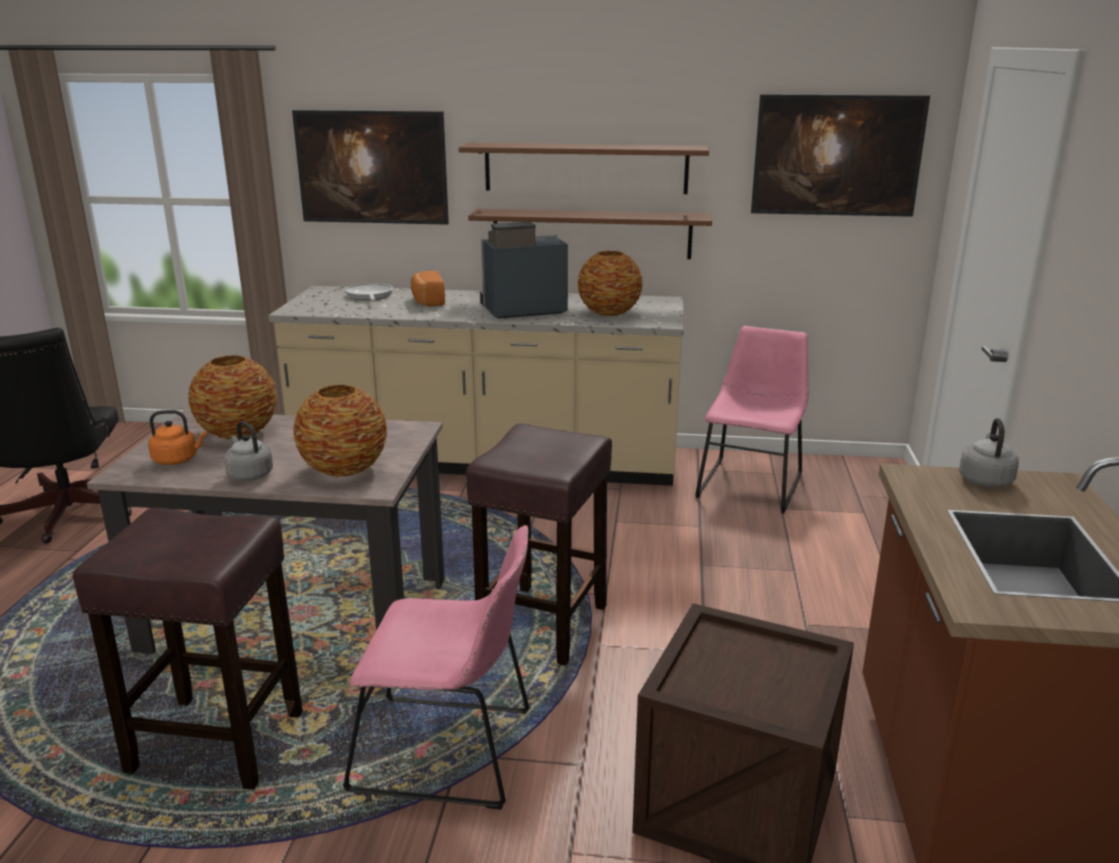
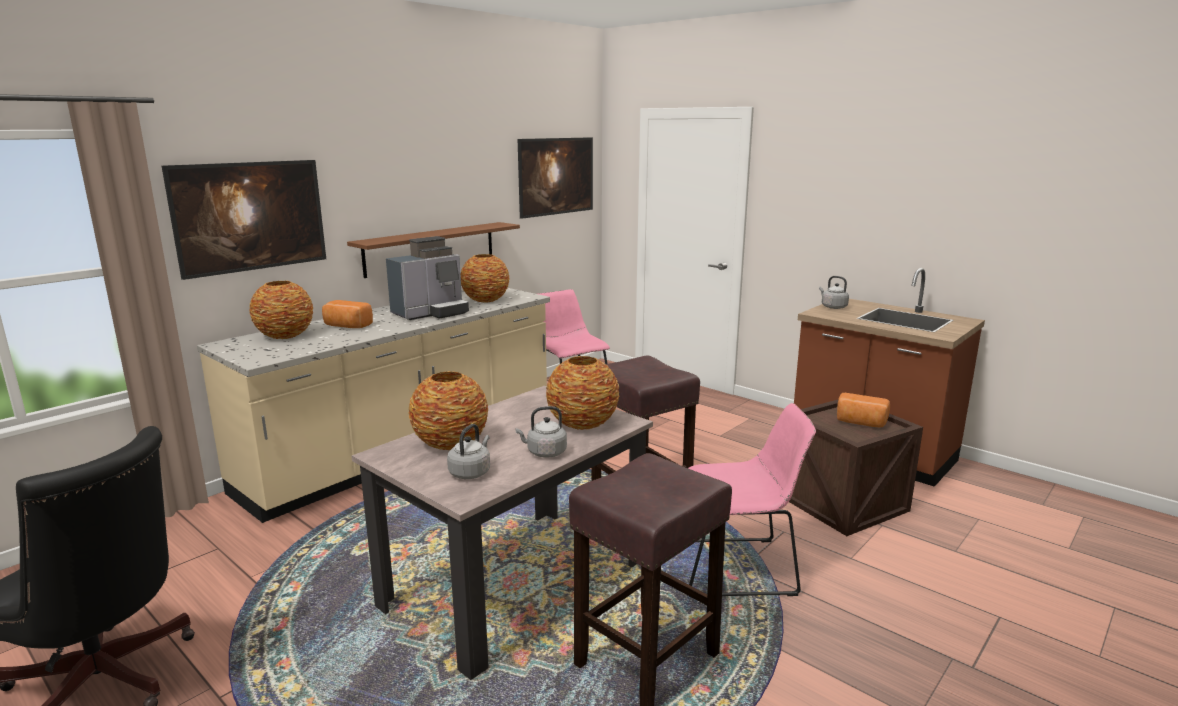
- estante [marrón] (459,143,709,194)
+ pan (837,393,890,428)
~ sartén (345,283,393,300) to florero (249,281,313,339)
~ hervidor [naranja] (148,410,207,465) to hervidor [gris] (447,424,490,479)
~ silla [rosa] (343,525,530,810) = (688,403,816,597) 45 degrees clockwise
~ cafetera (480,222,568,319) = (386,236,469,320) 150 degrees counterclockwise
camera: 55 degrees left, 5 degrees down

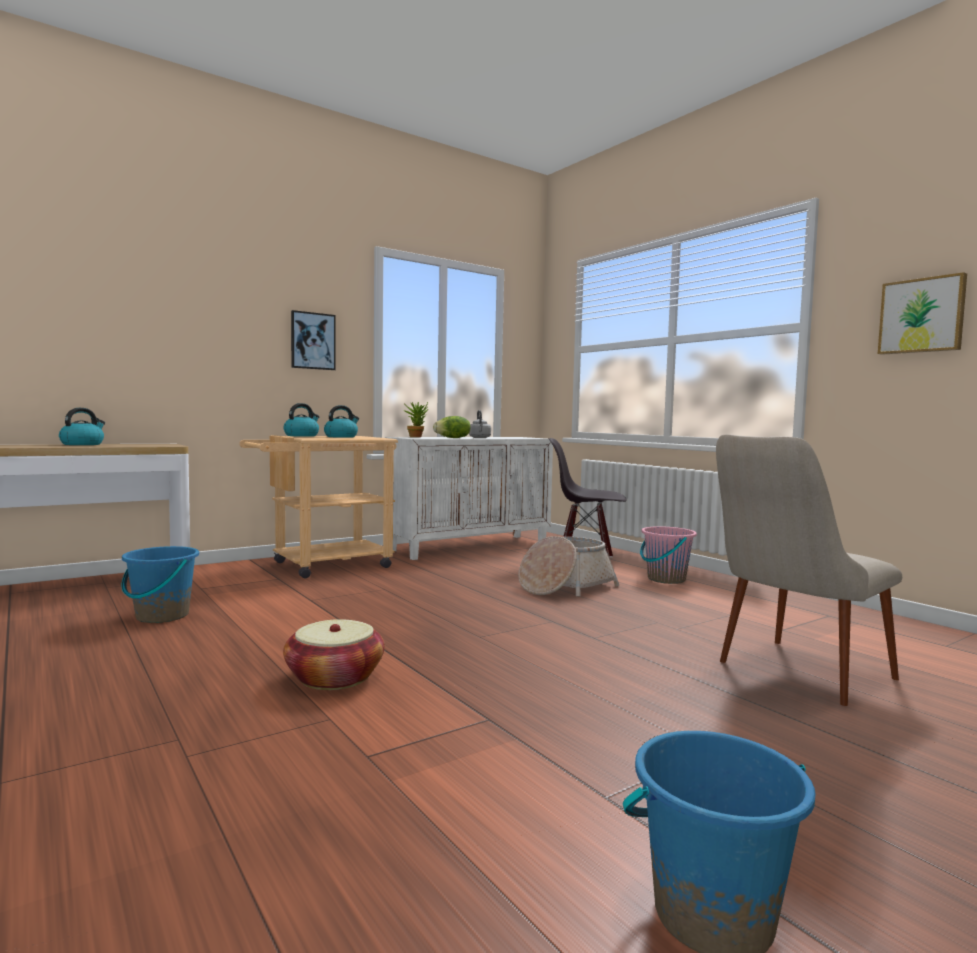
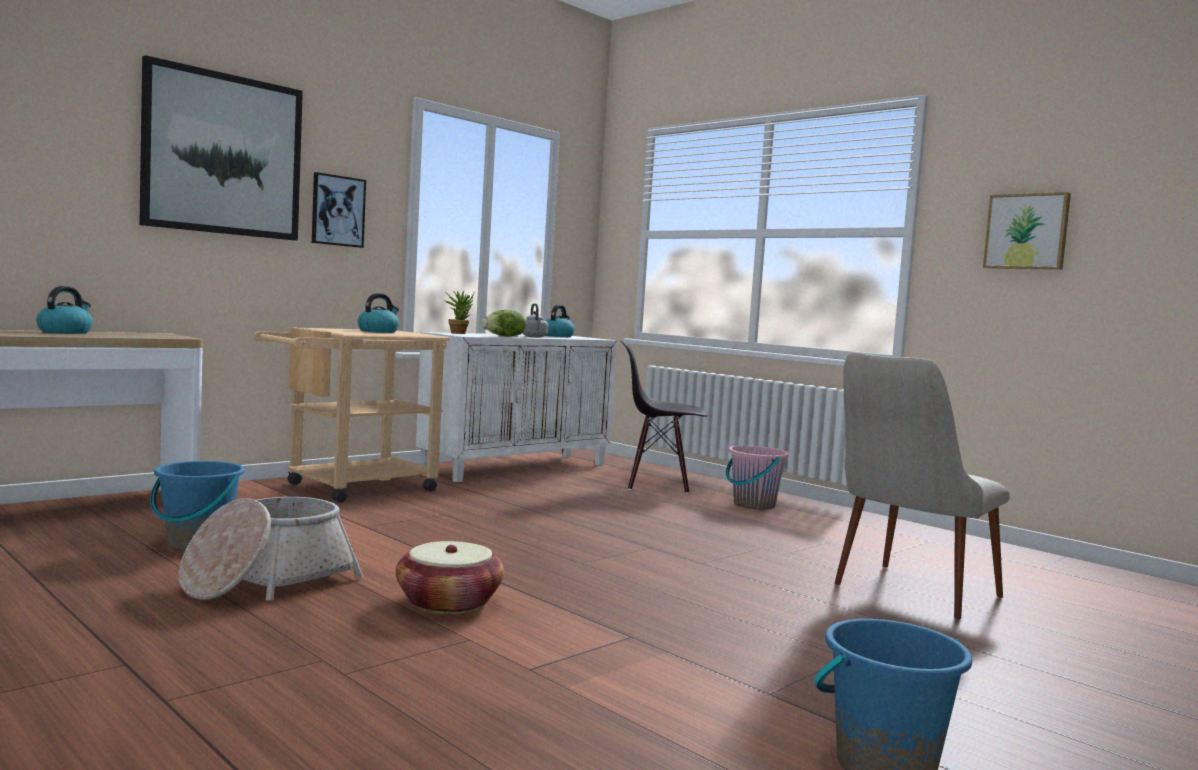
+ cuadro (139,55,303,241)
~ hervidor (283,403,319,437) to (546,305,575,337)
~ cesta (518,536,619,597) to (178,497,363,601)
camera: 10 degrees left, 0 degrees up

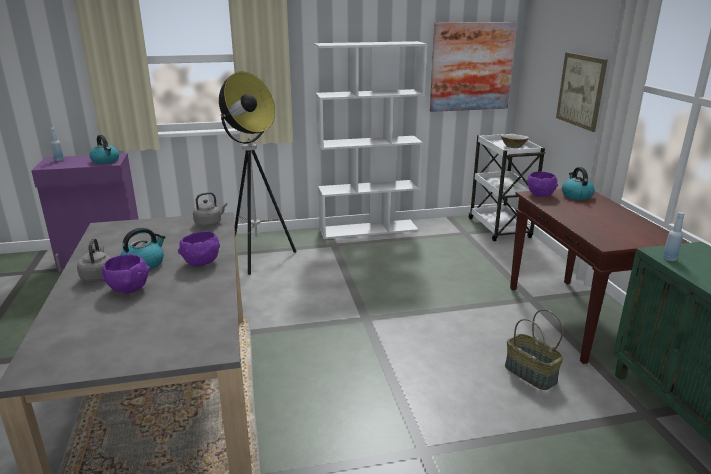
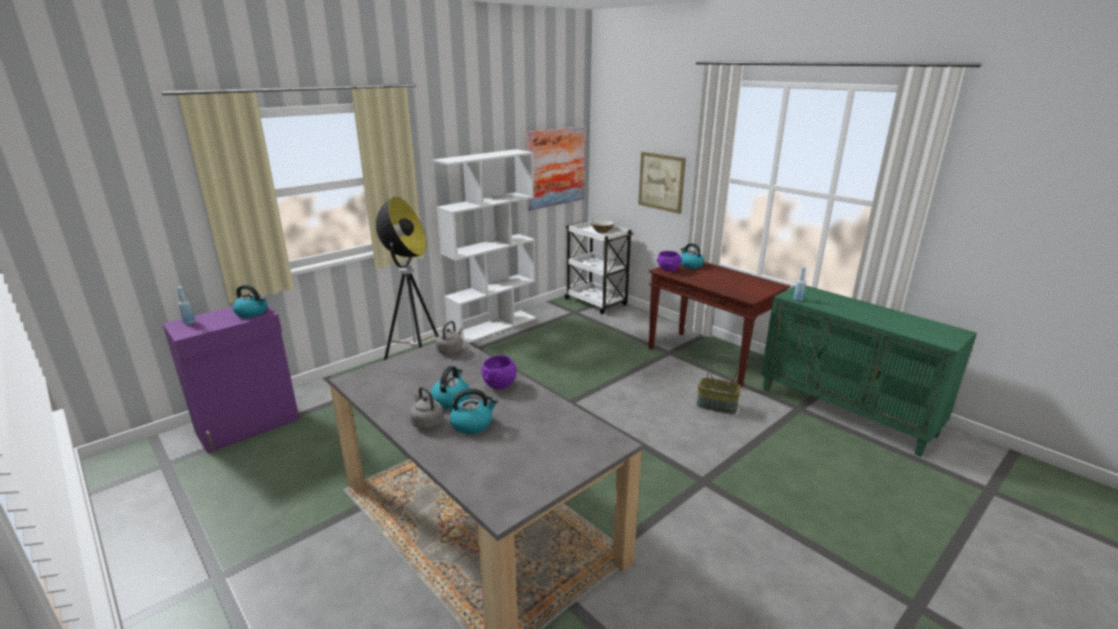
~ cuenco [morado] (101,254,150,294) to hervidor (450,389,498,434)
camera: 30 degrees left, 0 degrees up

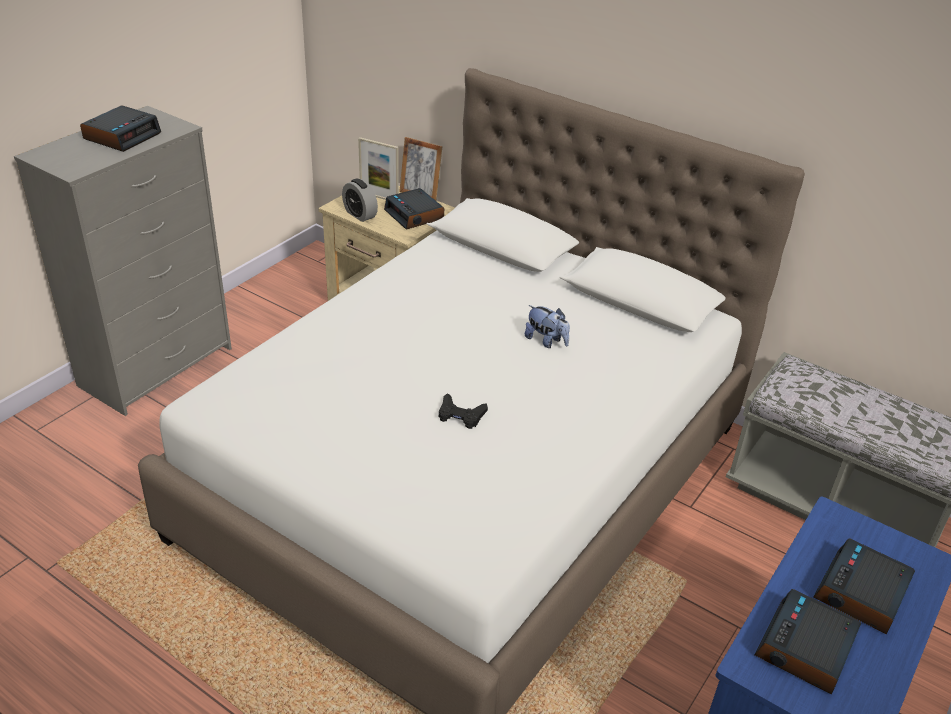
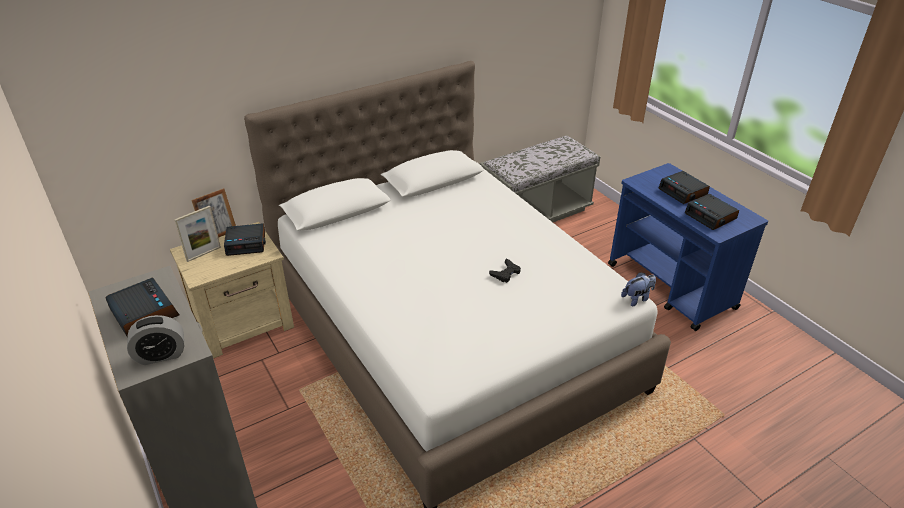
~ despertador (342,178,378,222) to (127,315,184,365)
~ peluche (525,305,570,348) to (621,272,656,306)
camera: 65 degrees left, 0 degrees up

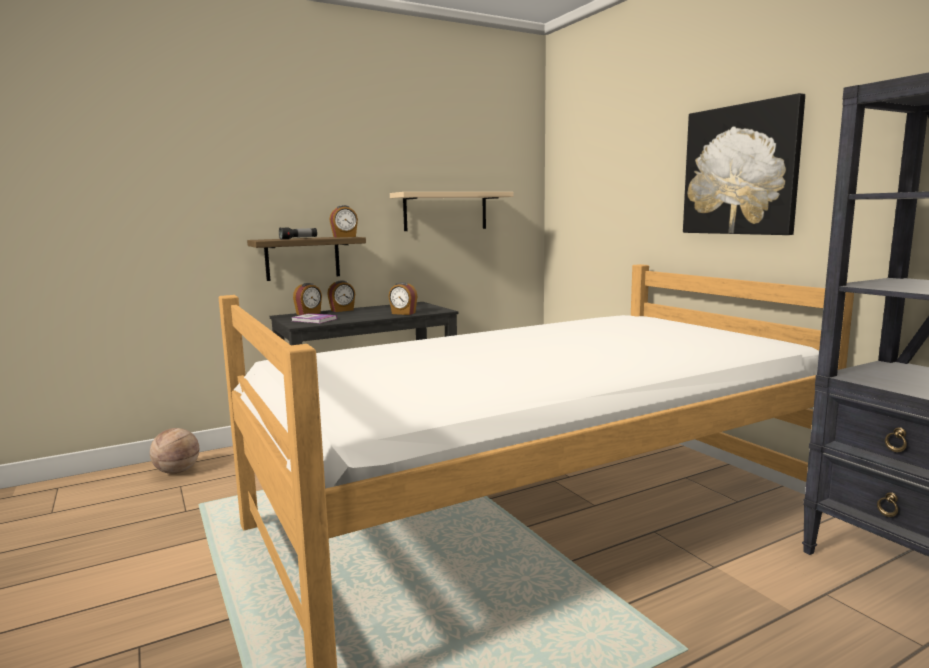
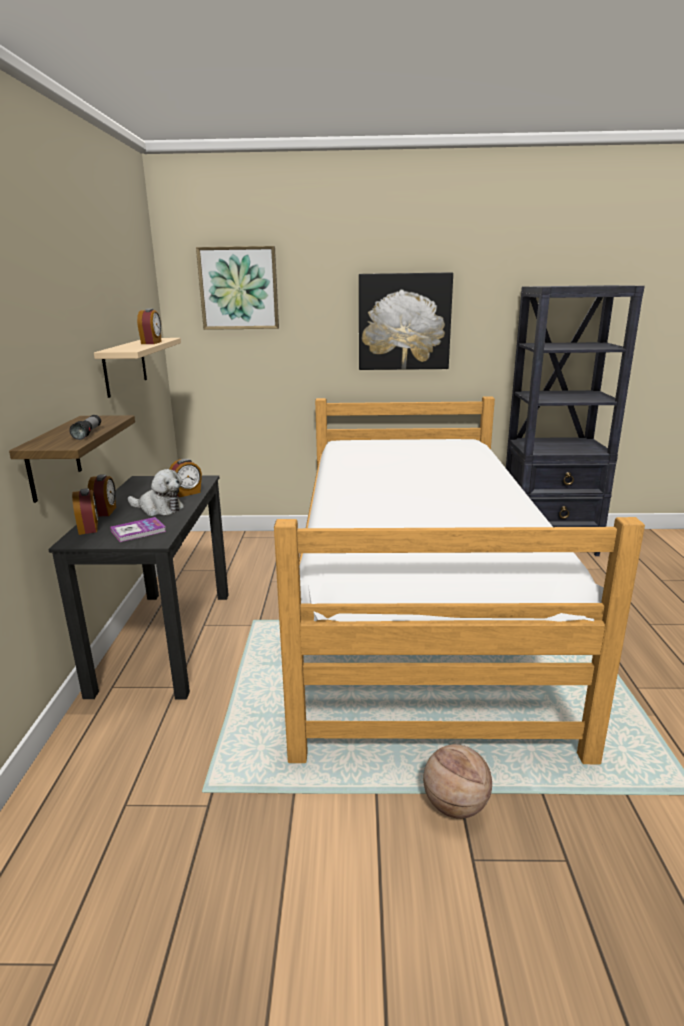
+ peluche (128,469,184,516)
+ cuadro (196,246,279,330)
~ balón de baloncesto (150,428,199,474) to (423,744,492,819)
~ despertador (330,205,358,237) to (137,308,161,344)
camera: 60 degrees left, 10 degrees up

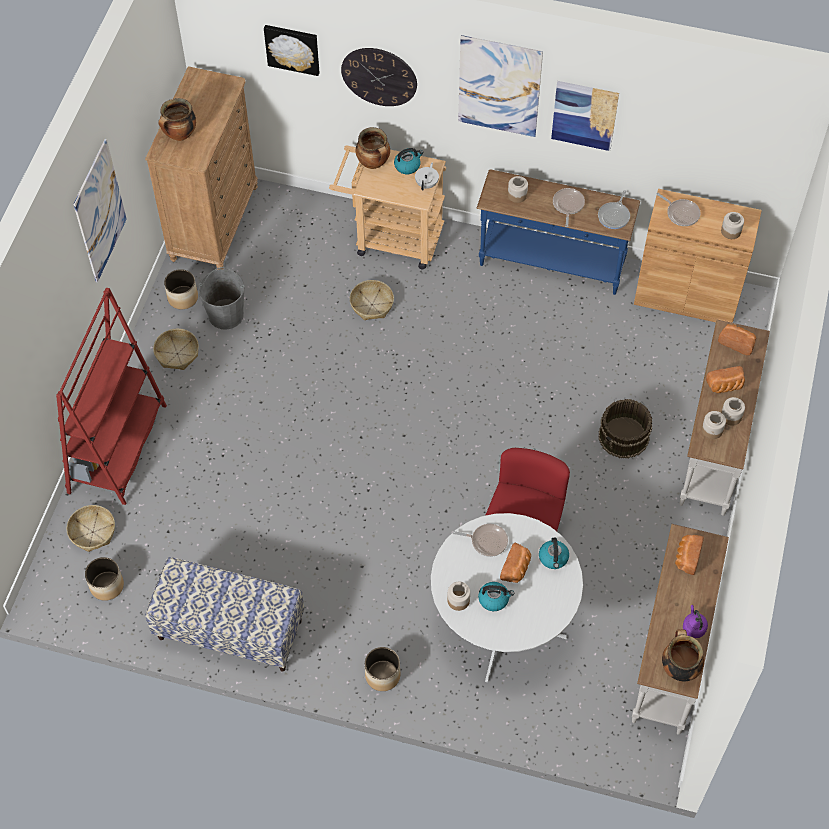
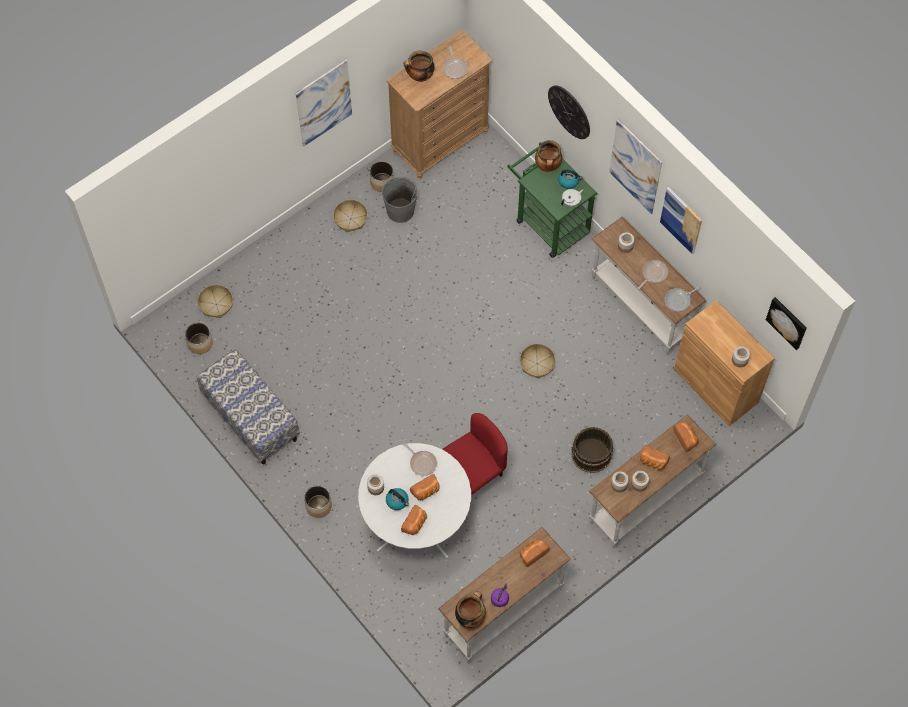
- estantería [rojo] (56,288,167,505)
- hervidor (539,538,569,569)
+ pan (401,505,427,535)
~ cuadro (264,25,319,76) to (766,297,807,350)
~ cesta (350,280,394,320) to (520,344,556,379)
~ sartén (656,193,701,226) to (443,46,468,79)
~ carrito [beis] (329,145,446,269) to carrito [verde] (507,142,597,258)
~ mesa consola [azul] (476,169,640,295) to mesa consola [blanco] (591,217,706,355)
camera: 35 degrees right, 5 degrees up

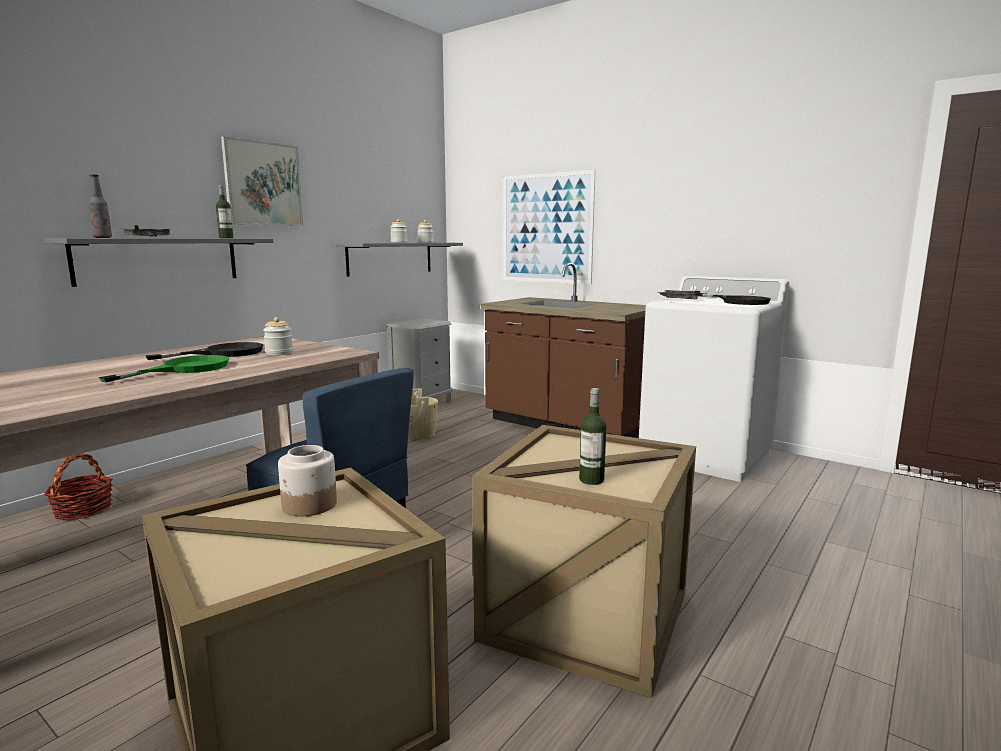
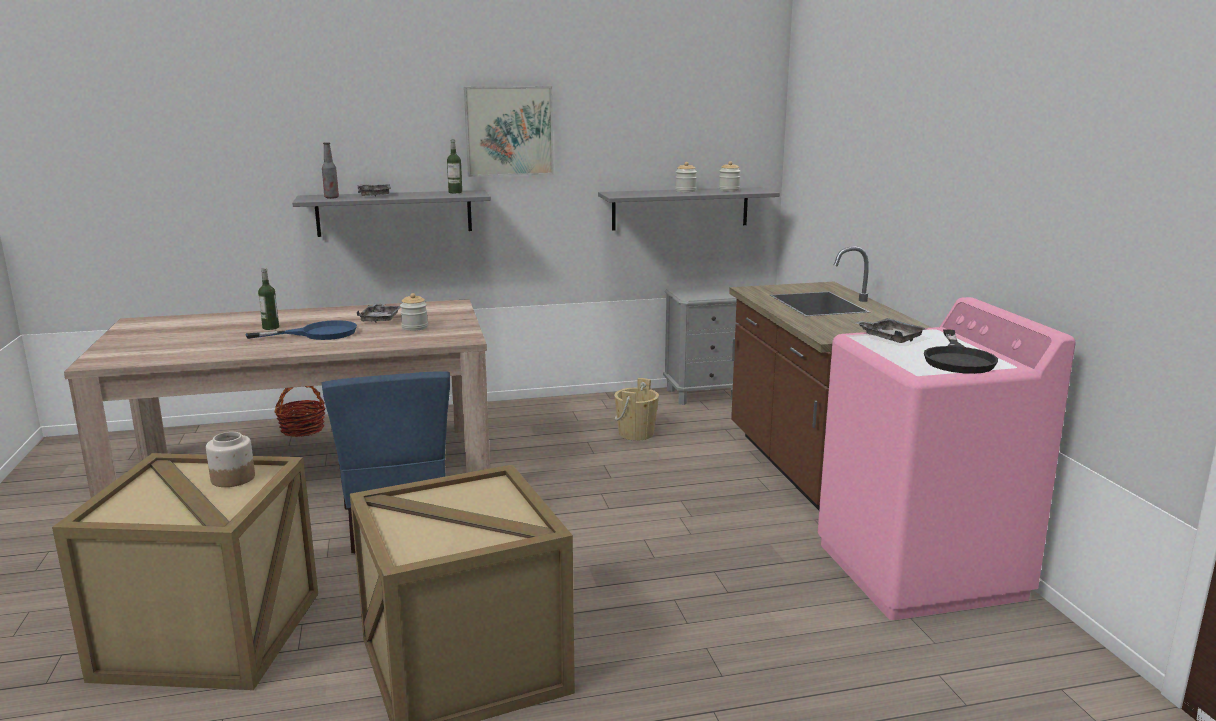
- cuadro (503,170,595,284)
~ botella (579,388,607,485) to (258,268,279,330)
~ sartén [negro] (146,342,263,360) to bandeja [gris] (356,304,400,323)
~ sartén [verde] (99,355,229,382) to sartén [azul] (245,320,357,340)
~ lavadora [blanco] (639,276,789,482) to lavadora [rosa] (818,297,1075,620)
camera: 40 degrees right, 5 degrees up

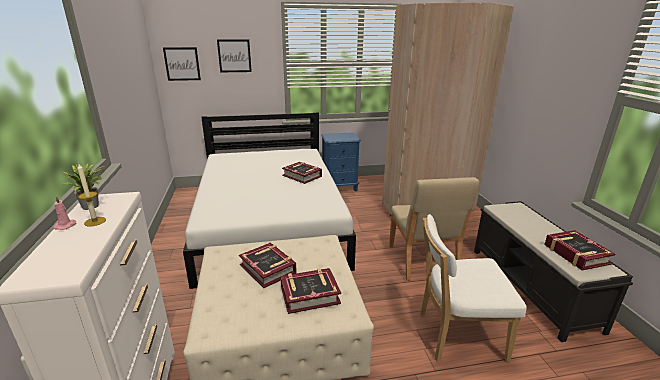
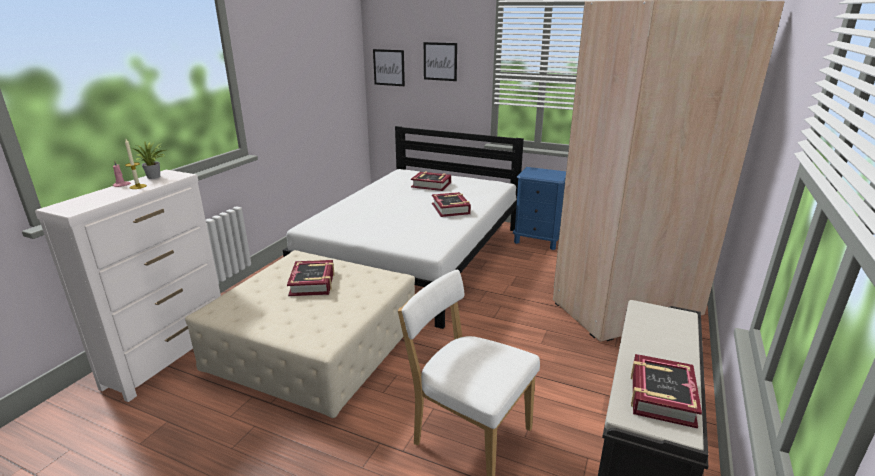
- silla [beis] (389,177,479,281)
~ libro (280,268,341,314) to (411,172,451,191)
camera: 35 degrees right, 0 degrees up

